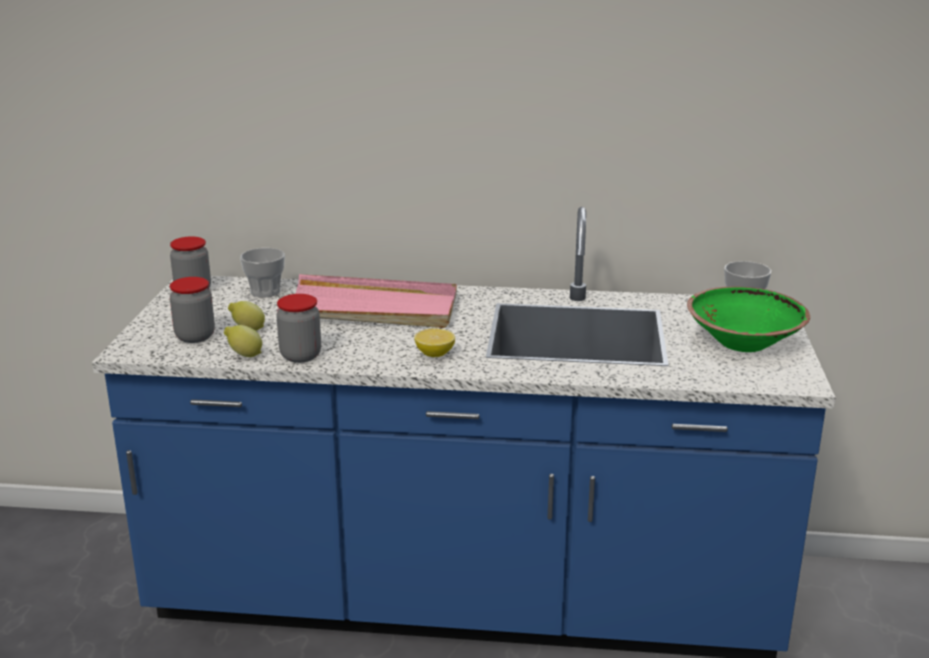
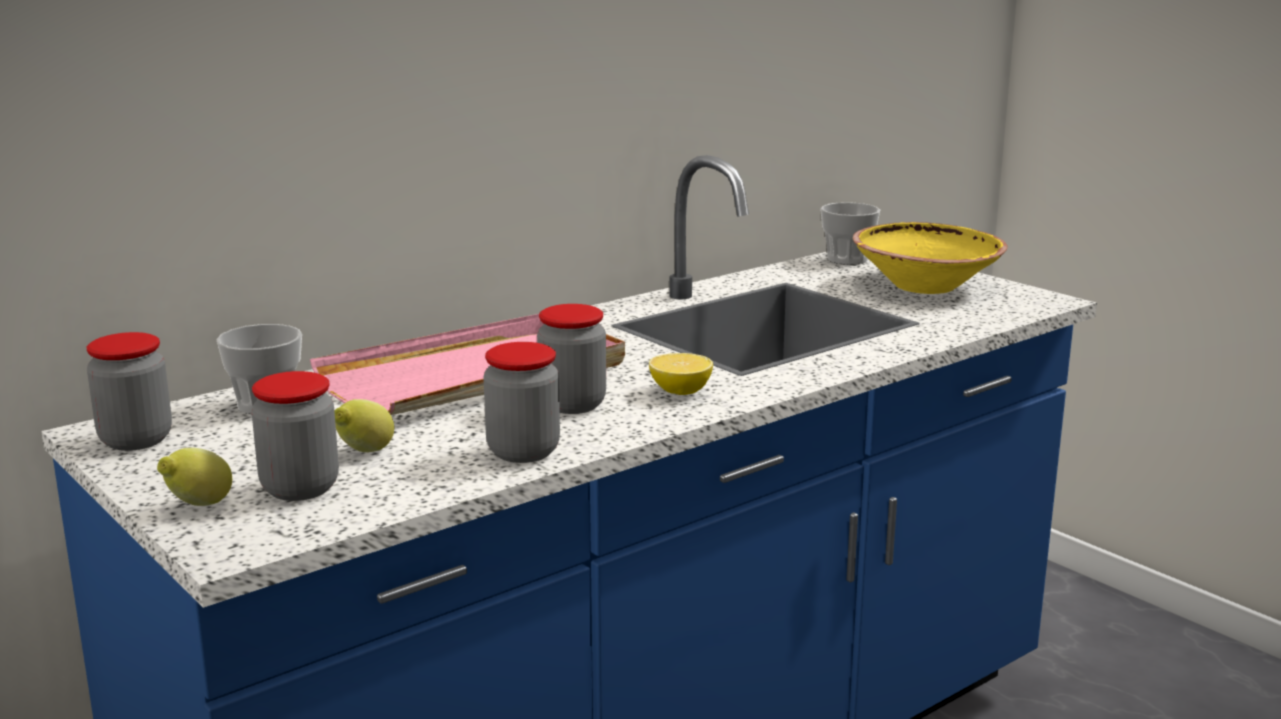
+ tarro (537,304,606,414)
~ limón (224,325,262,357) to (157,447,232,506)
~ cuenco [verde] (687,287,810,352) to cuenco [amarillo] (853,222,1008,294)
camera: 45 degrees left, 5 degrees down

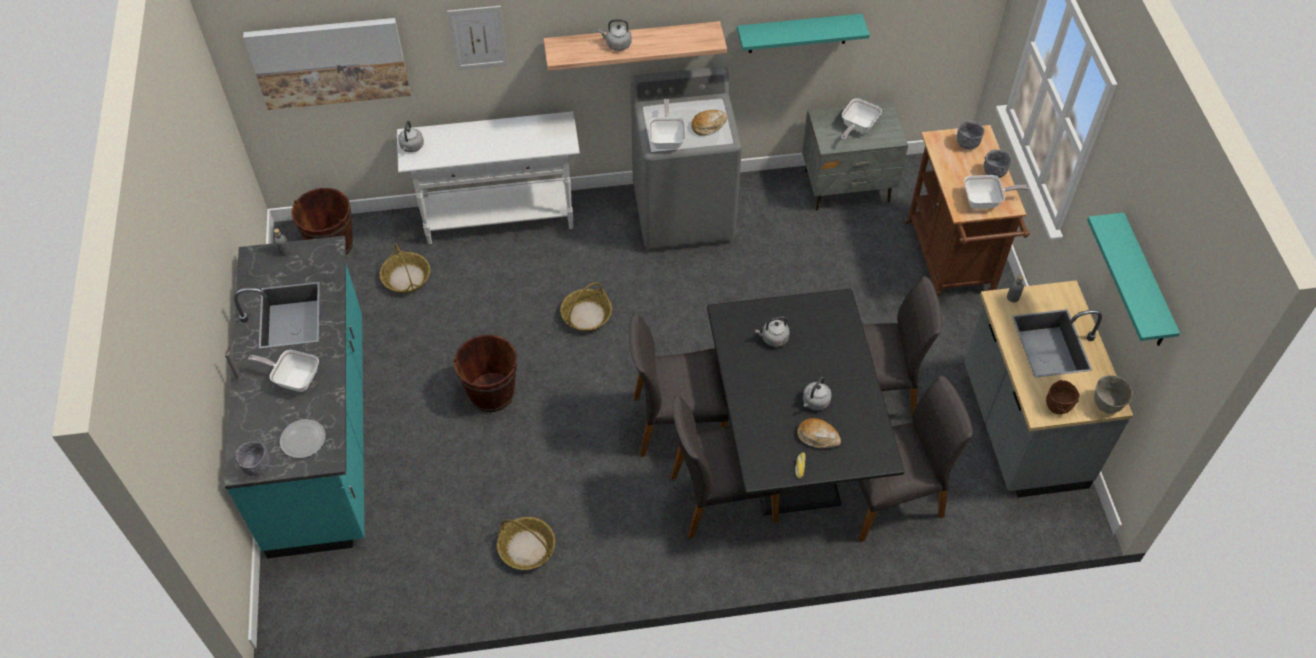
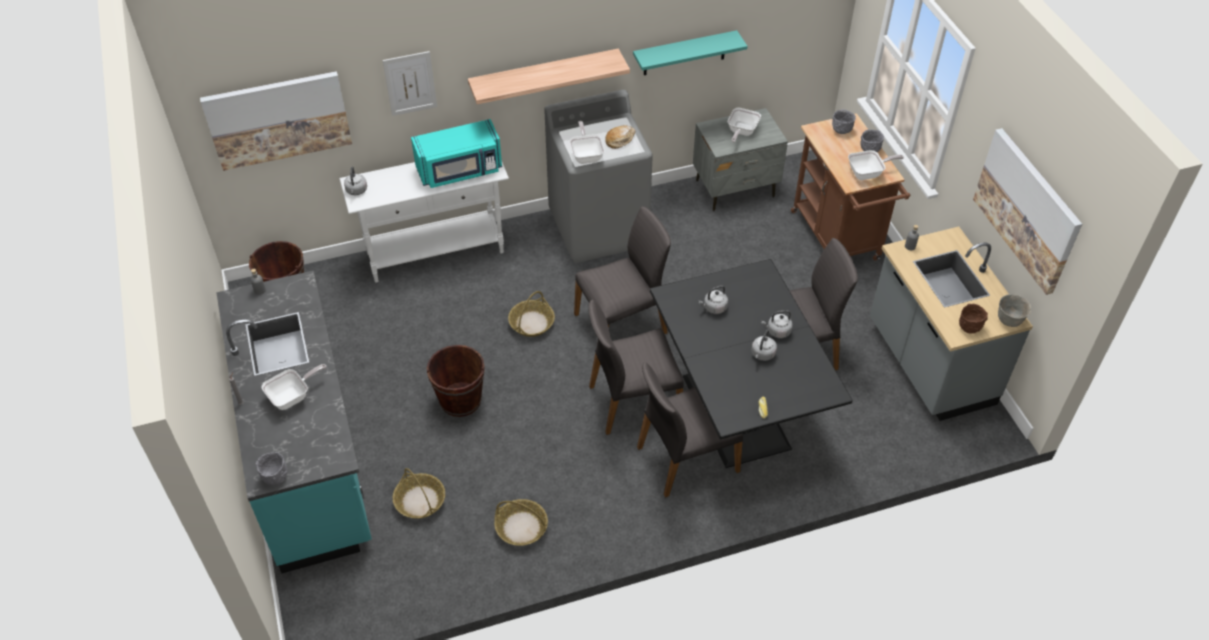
- plato (280,419,326,458)
- pan (797,418,841,448)
+ microondas [turquesa] (411,119,502,188)
~ cesta (380,243,430,293) to (392,468,445,519)
~ hervidor [gris] (599,19,632,51) to (761,310,793,338)
~ silla [gris] (858,376,973,542) to (574,207,671,334)
~ estante [turquesa] (1087,213,1180,346) to cuadro (973,128,1082,295)
~ sartén (248,350,319,392) = (261,364,327,410) 135 degrees clockwise
camera: 10 degrees left, 5 degrees down

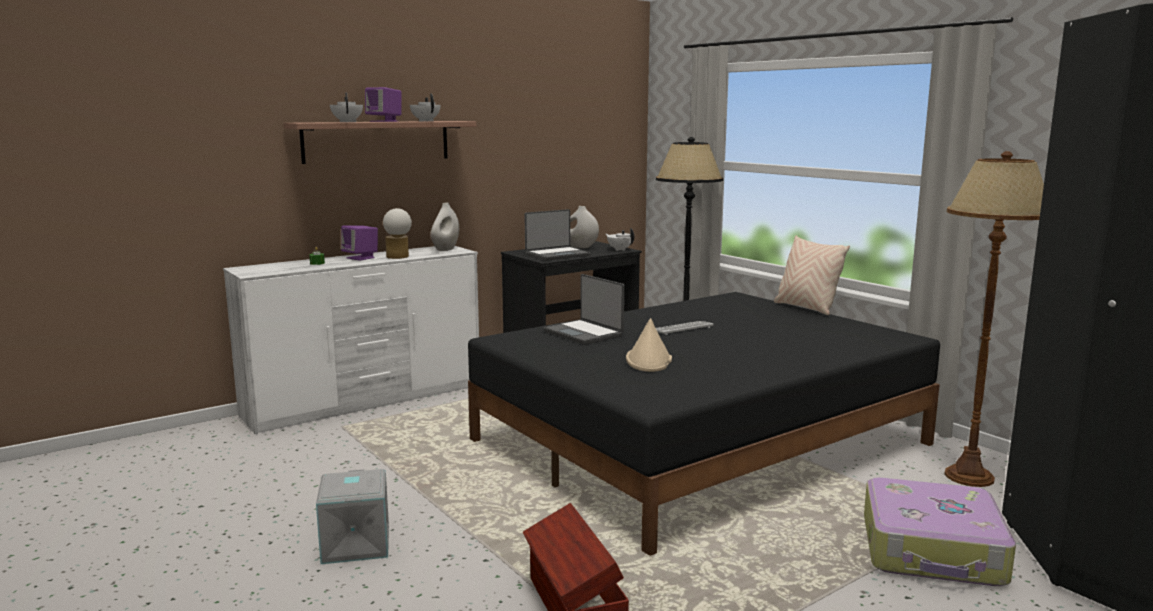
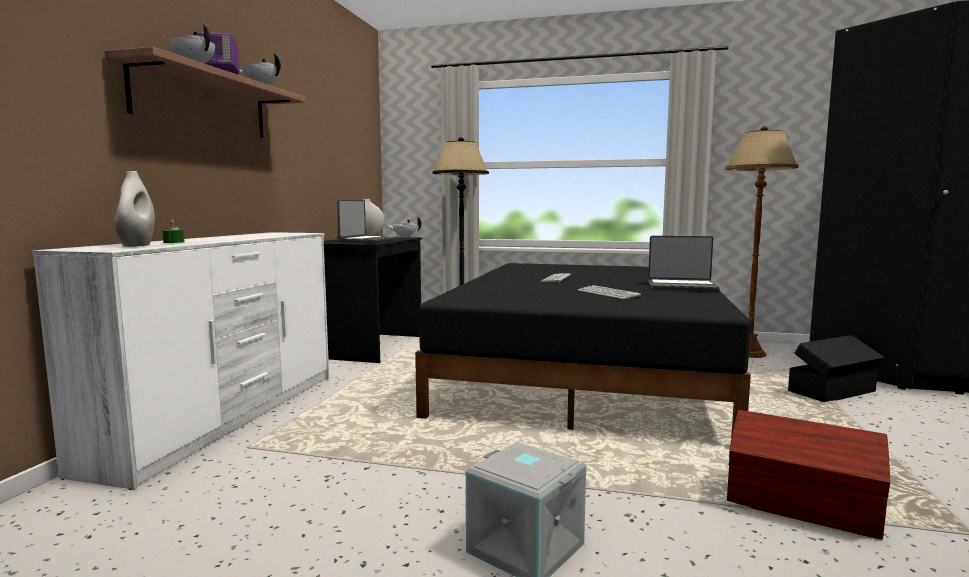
- altavoz [morado] (341,225,378,261)
- lámpara de mesa (383,208,412,259)
- cojín [beis] (774,236,850,315)
~ florero [blanco] (430,202,459,251) to (114,171,155,247)
~ portátil (543,274,625,345) to (648,236,720,292)
~ sombrero [beis] (626,318,672,372) to teclado (578,285,641,299)
~ maleta (864,477,1016,586) to caja de almacenaje [negro] (788,335,885,402)
camera: 40 degrees left, 5 degrees down

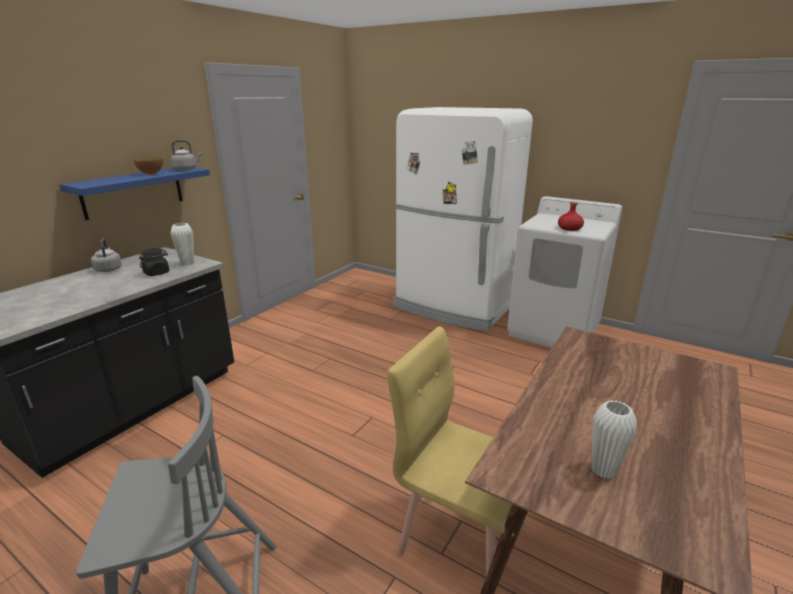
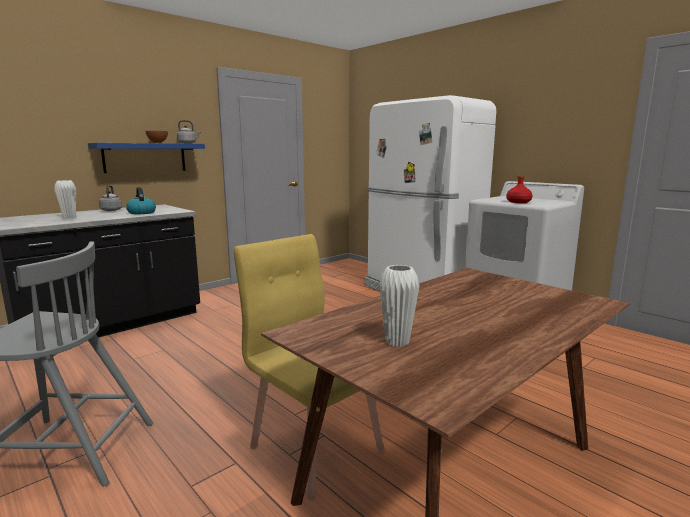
~ florero [blanco] (171,223,194,265) to (54,180,76,218)
~ tarro [negro] (139,248,170,276) to hervidor (126,187,156,214)
camera: 15 degrees right, 10 degrees down

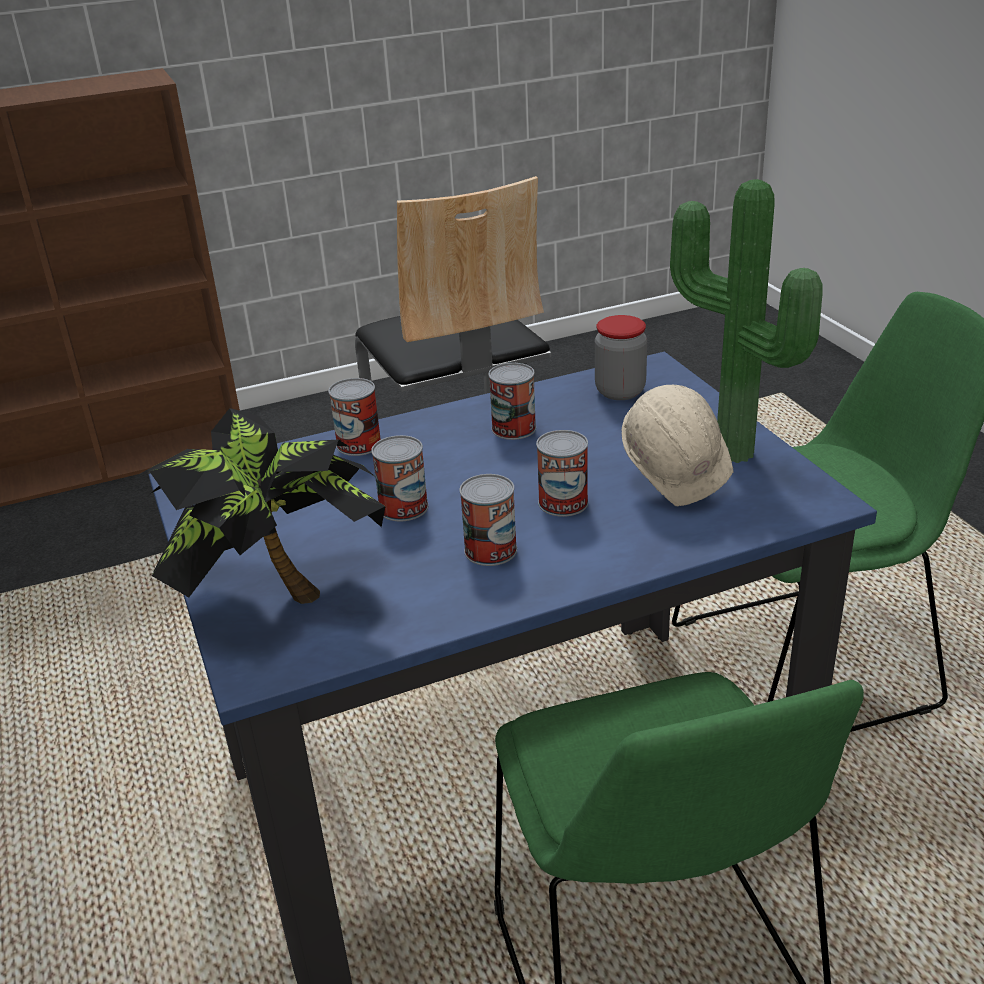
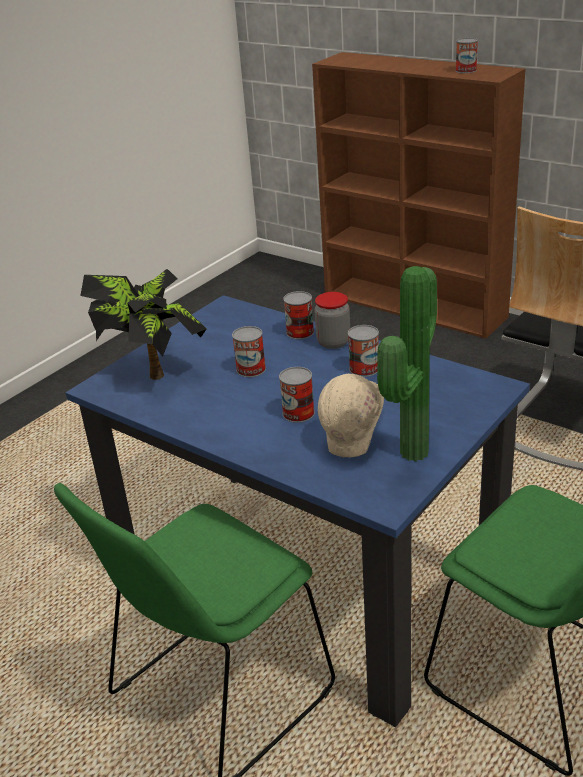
~ lata (460,474,517,566) to (455,38,478,73)
~ tarro (595,315,647,400) to (314,292,350,349)
camera: 60 degrees right, 0 degrees up

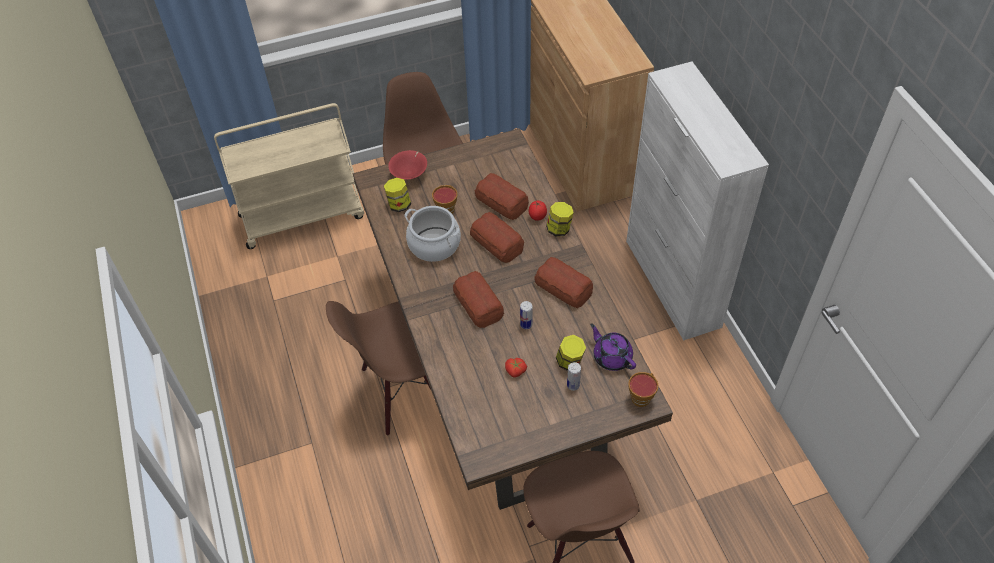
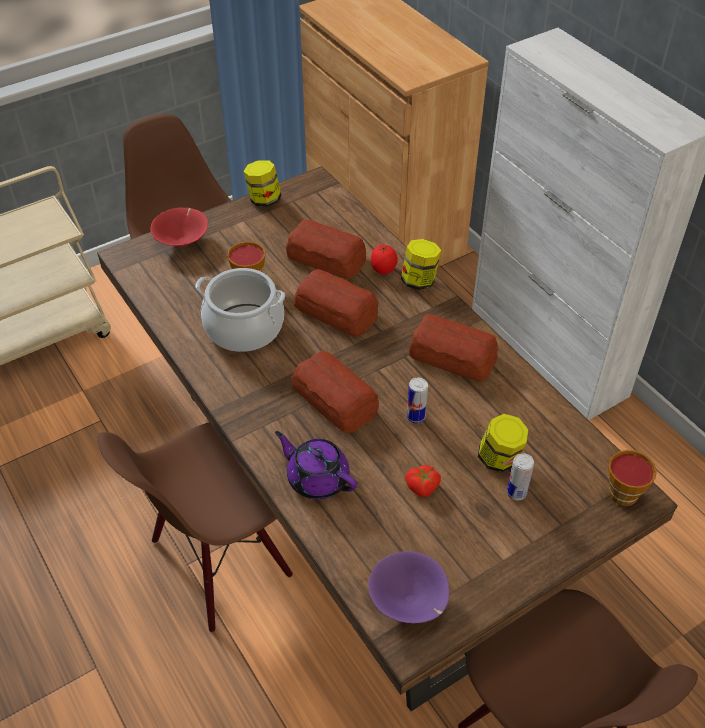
+ cuenco [morado] (368,551,449,623)
~ tarro (384,178,411,212) to (244,160,281,207)
~ tetera [morado] (590,323,636,371) to (275,431,357,499)
camera: 15 degrees left, 5 degrees down

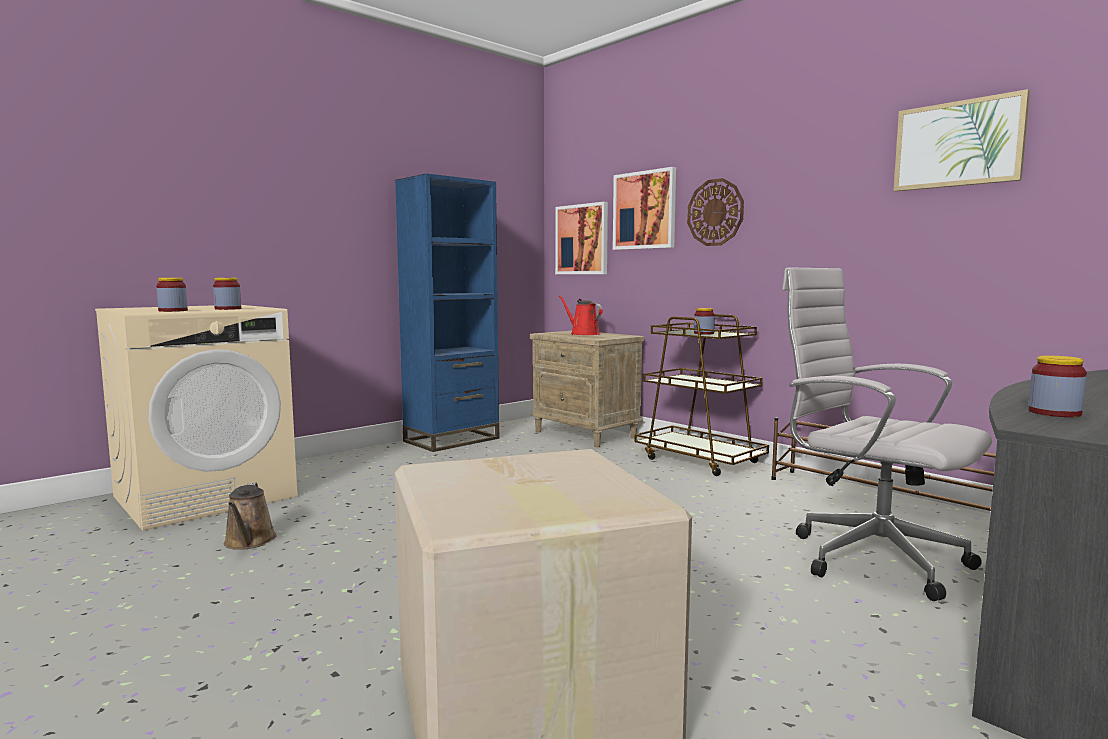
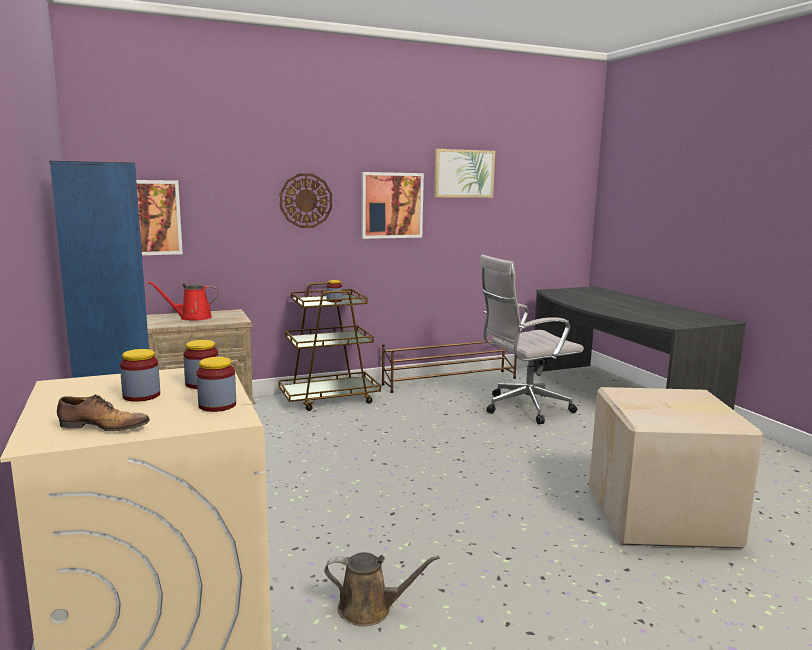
+ zapato (57,394,150,431)
~ cuadro (613,167,676,250) to (361,172,424,239)
~ tarro (1028,356,1087,417) to (120,349,160,402)
camera: 70 degrees left, 5 degrees up

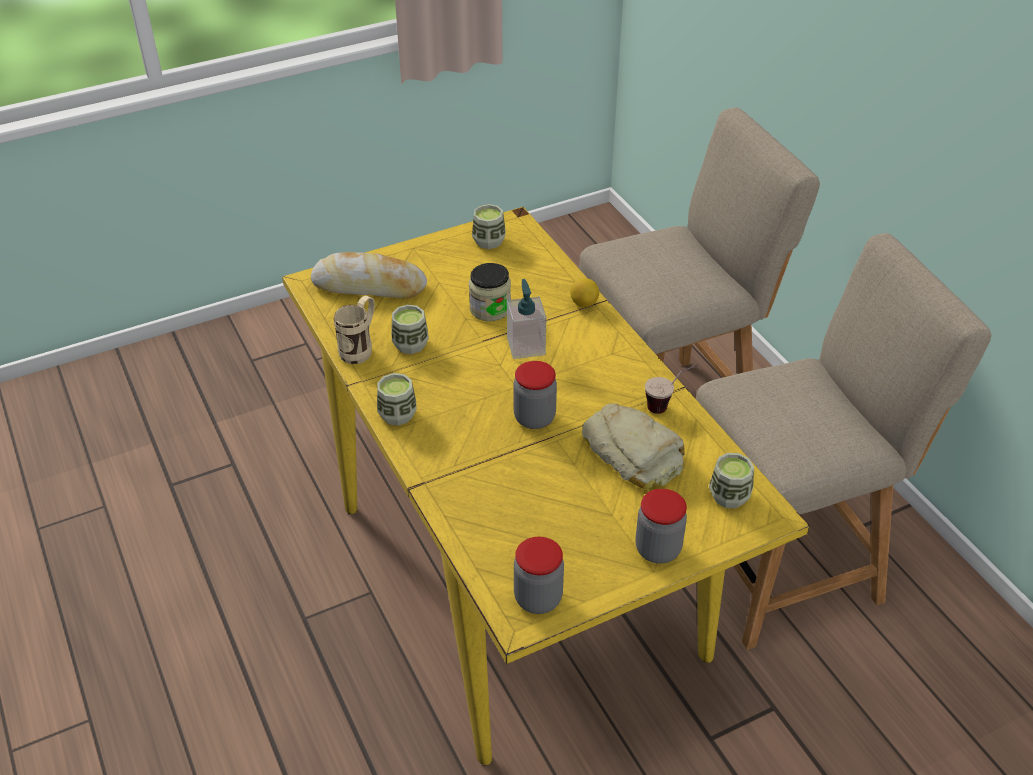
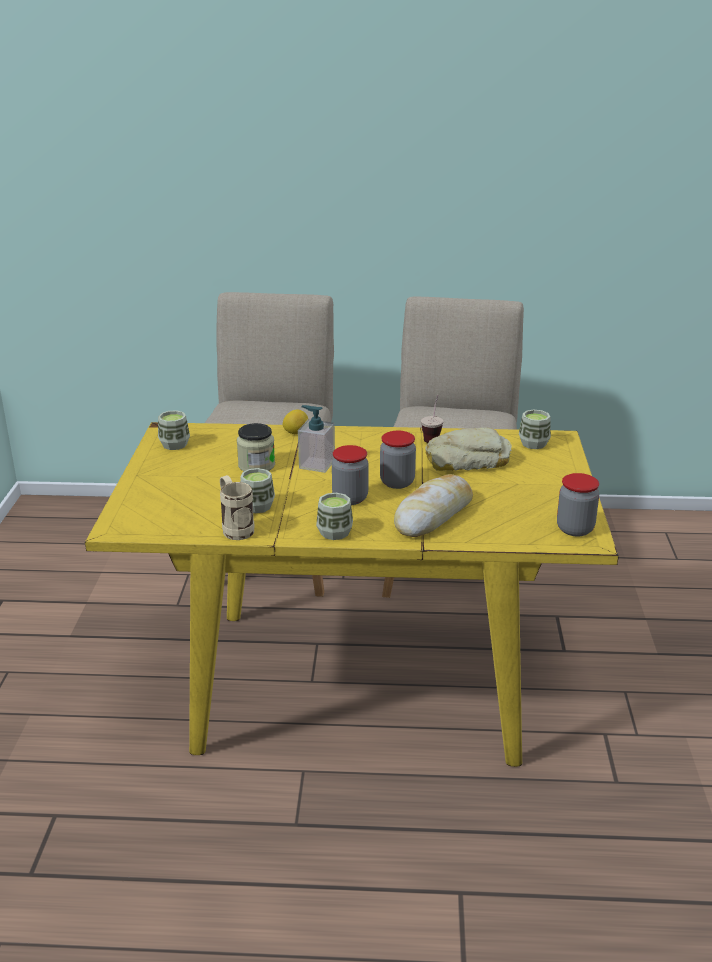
~ pan (311,252,427,298) to (394,474,473,537)
~ tarro (635,489,687,564) to (332,445,368,505)
camera: 60 degrees left, 15 degrees down

